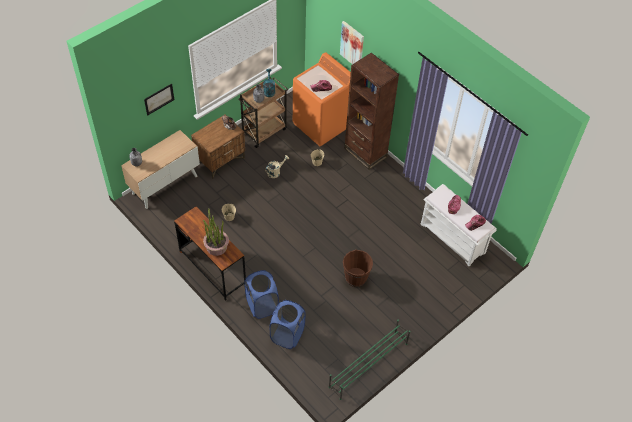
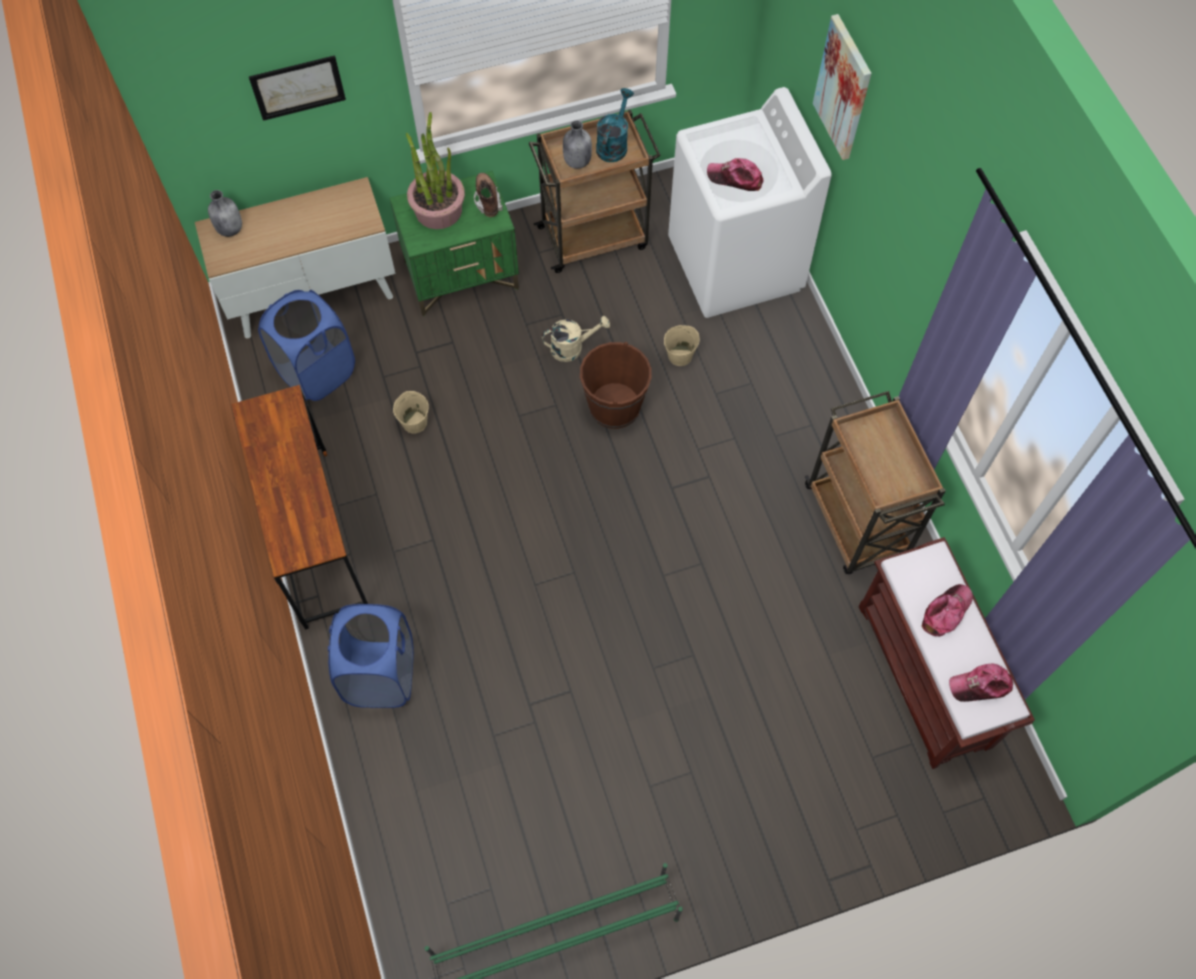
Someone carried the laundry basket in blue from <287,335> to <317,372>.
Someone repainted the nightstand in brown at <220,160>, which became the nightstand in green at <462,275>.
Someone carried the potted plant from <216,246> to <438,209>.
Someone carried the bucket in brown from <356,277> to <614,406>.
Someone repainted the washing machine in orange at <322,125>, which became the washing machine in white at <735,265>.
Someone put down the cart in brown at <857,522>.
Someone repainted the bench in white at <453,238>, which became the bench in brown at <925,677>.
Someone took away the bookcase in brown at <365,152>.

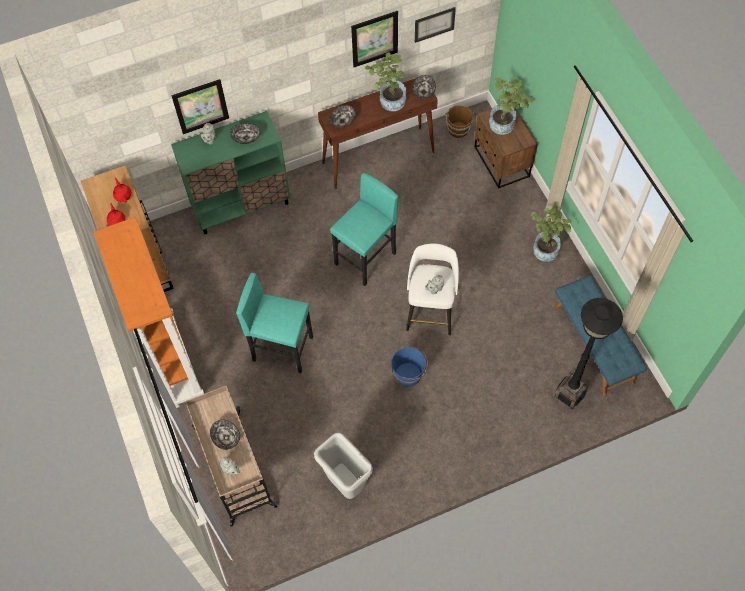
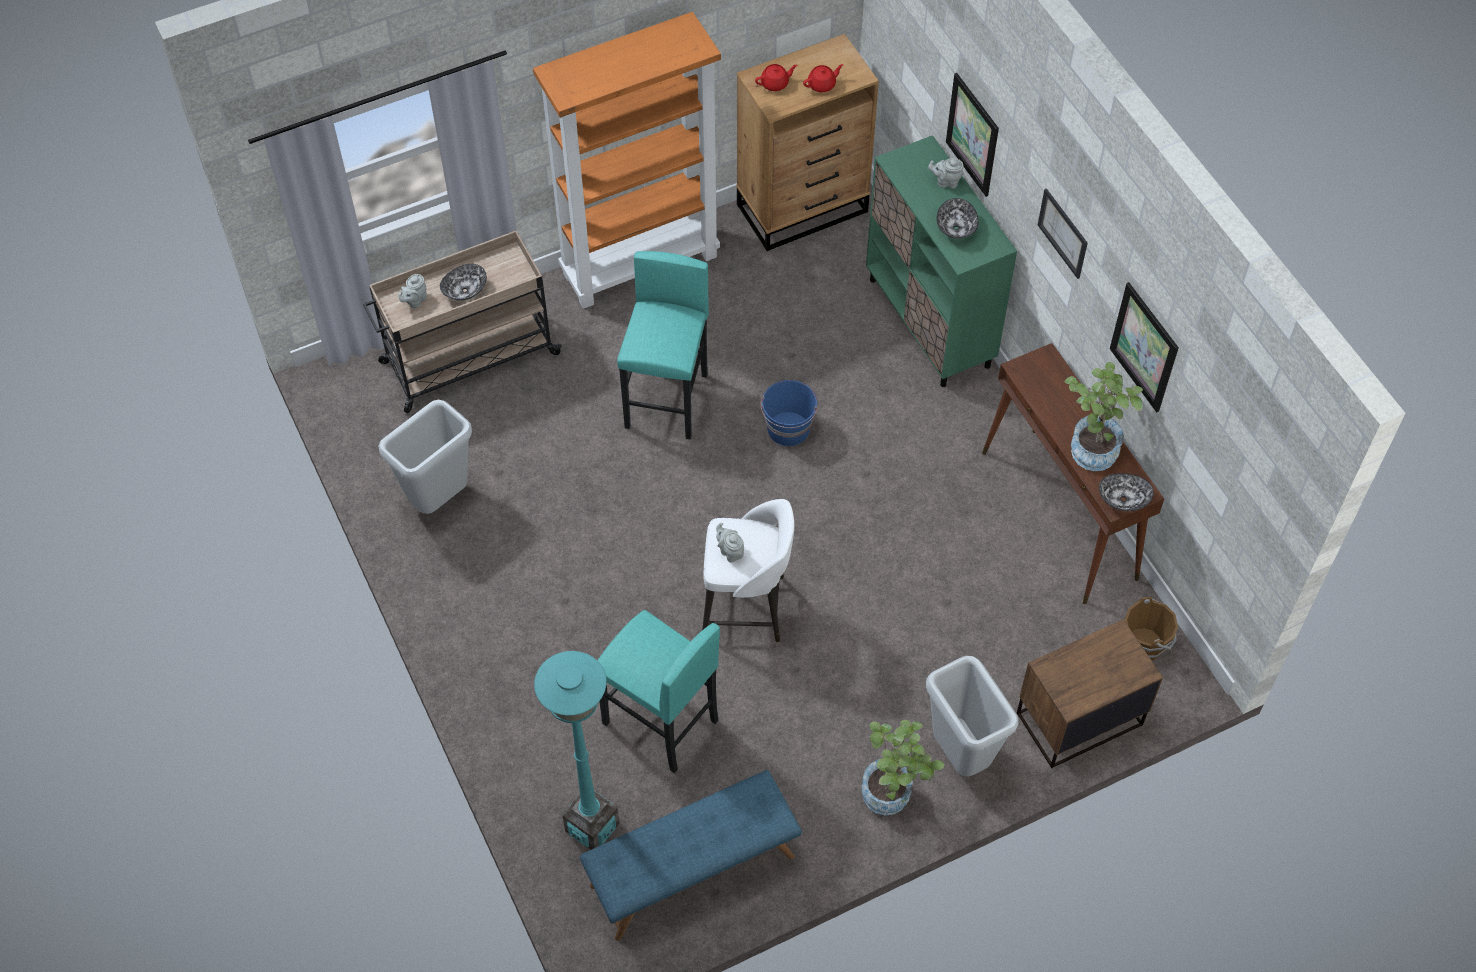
Someone repainted the floor lamp in black at <569,395>, which became the floor lamp in turquoise at <591,827>.
Someone carried the stool in turquoise from <366,259> to <660,722>.
Someone carried the bucket in blue from <408,374> to <788,429>.
Someone put down the trash can in grey at <961,755>.
Someone carried the picture from <434,24> to <1063,233>.
Someone took away the bowl at <342,121>.
Someone took away the potted plant at <505,124>.

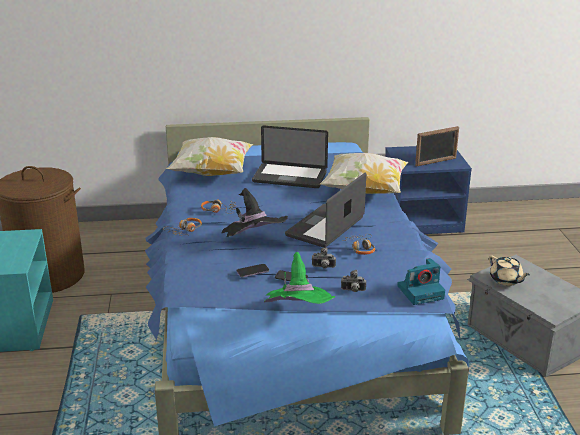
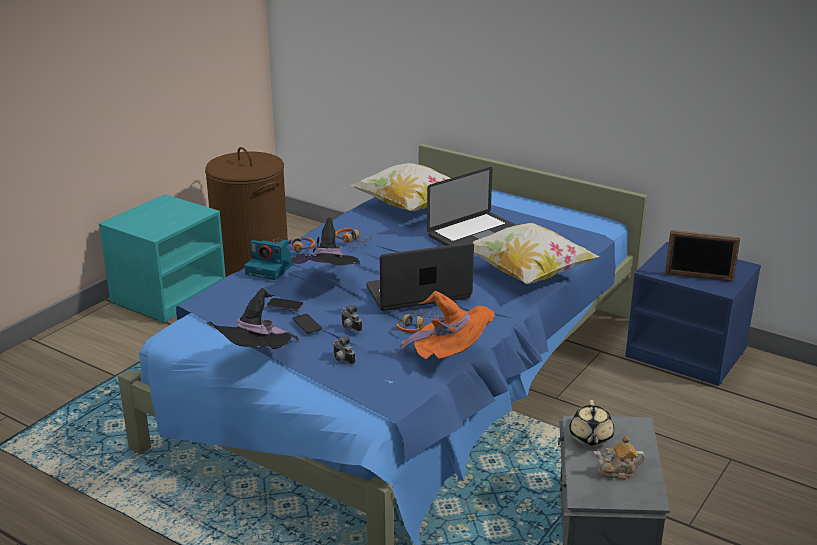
Someone repainted the hat in green at <298,317>, which became the hat in black at <255,360>.
Someone carried the photo camera from <421,292> to <270,269>.
Someone put down the hat in orange at <451,357>.
Someone rotated the laptop at <289,177> by 90 degrees counterclockwise.
Someone put down the teapot at <617,471>.

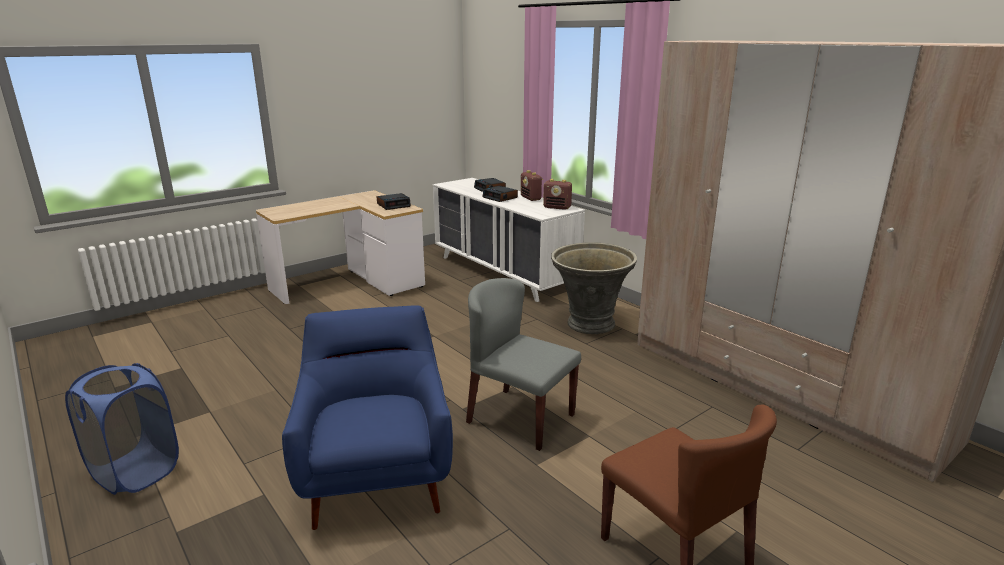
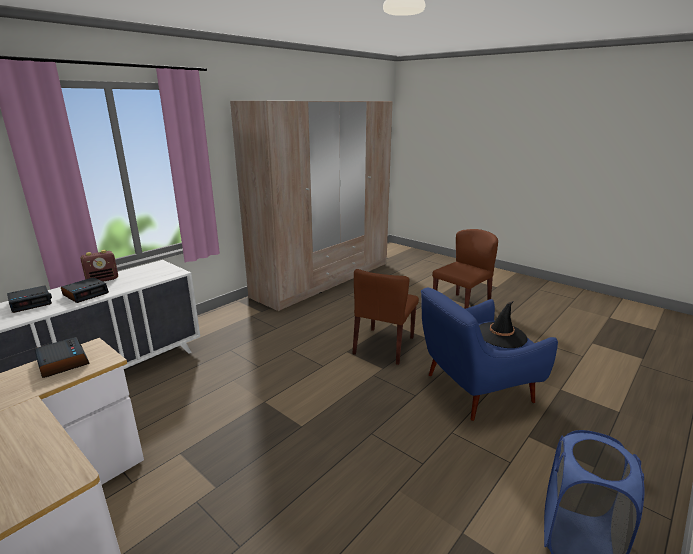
Someone repainted the chair in grey at <520,418>, which became the chair in brown at <384,346>.
Someone put down the hat in black at <501,335>.
Someone took away the radio at <557,207>.
Someone took away the planter in grey at <589,324>.

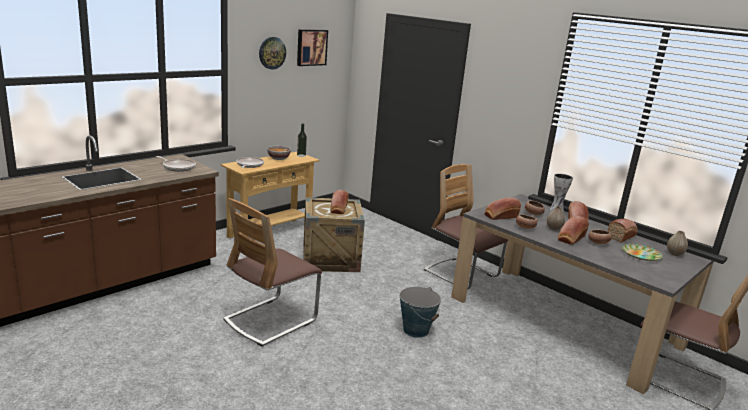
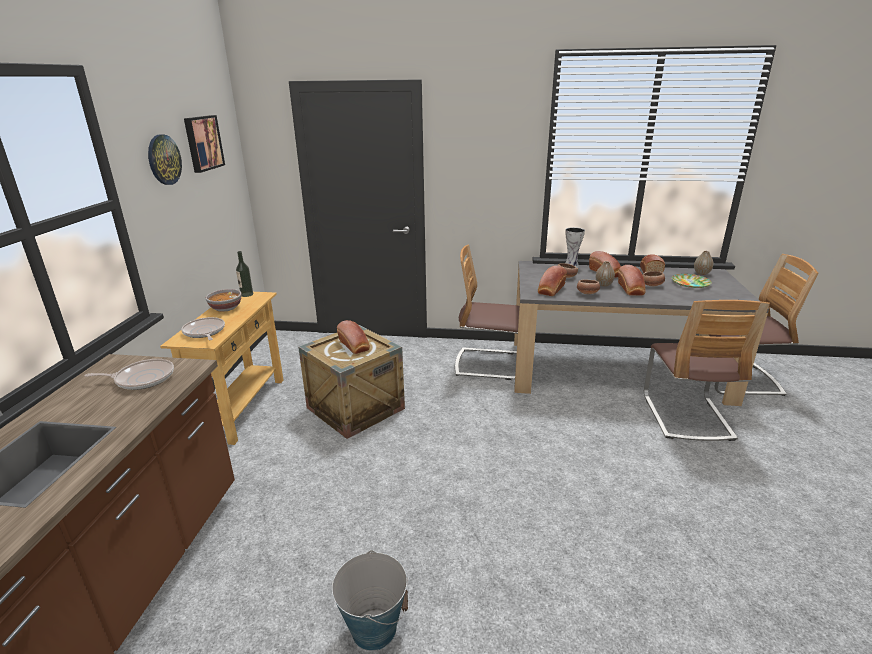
Someone carried the bucket from <416,330> to <374,628>.
Someone carried the chair from <270,320> to <686,416>.

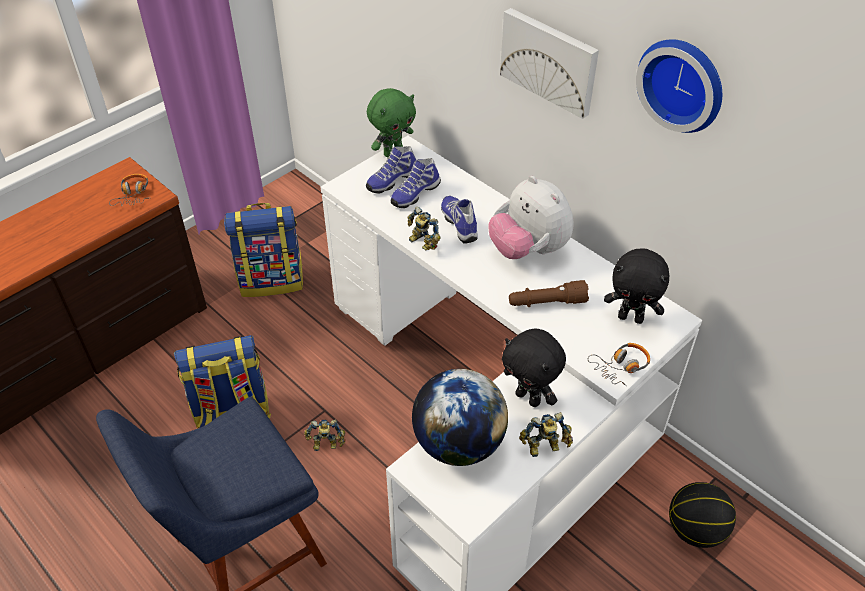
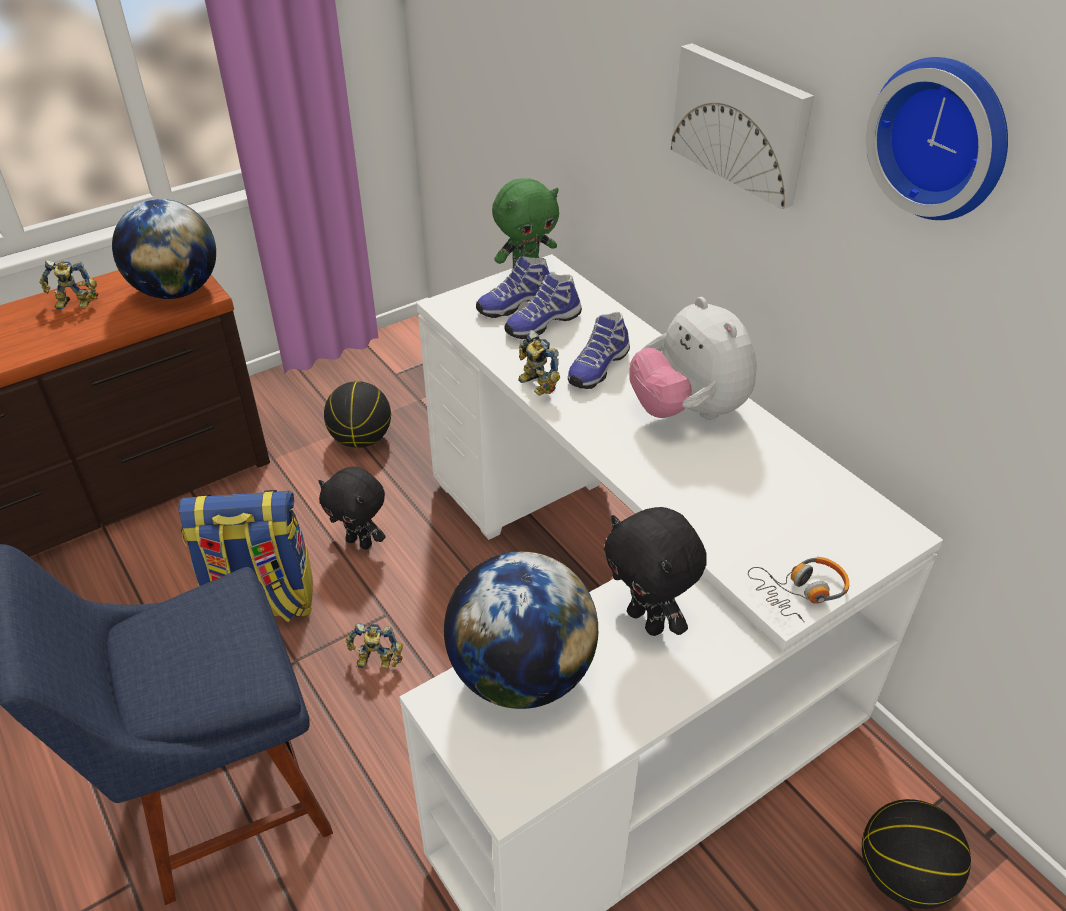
Someone carried the toy robot from <545,448> to <74,305>.
Someone swapped the headphones at <133,194> for the globe at <177,291>.
Someone carried the plush toy in black from <631,317> to <360,542>.
Someone swapped the backpack at <272,280> for the basketball at <362,439>.
Someone rotated the shoe at <460,224> by 135 degrees counterclockwise.
Someone took away the flashlight in brown at <546,302>.

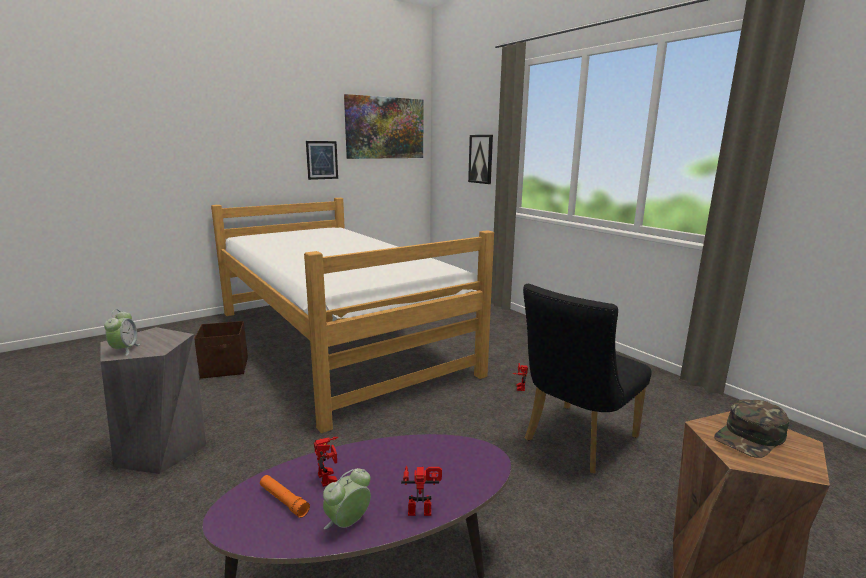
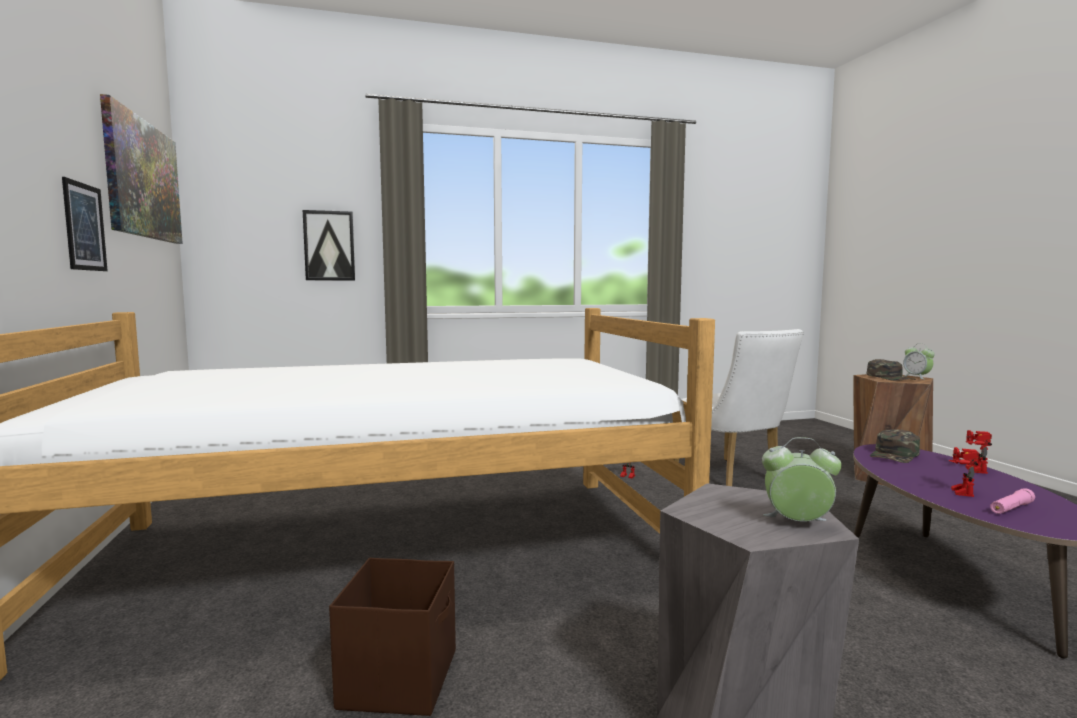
Someone repainted the chair in black at <575,441>, which became the chair in white at <732,477>.
Someone put down the cap in green at <895,455>.
Someone carried the alarm clock from <348,523> to <917,377>.
Someone rotated the toy robot at <331,478> by 60 degrees counterclockwise.
Someone repainted the flashlight in orange at <283,500>, which became the flashlight in pink at <1011,508>.

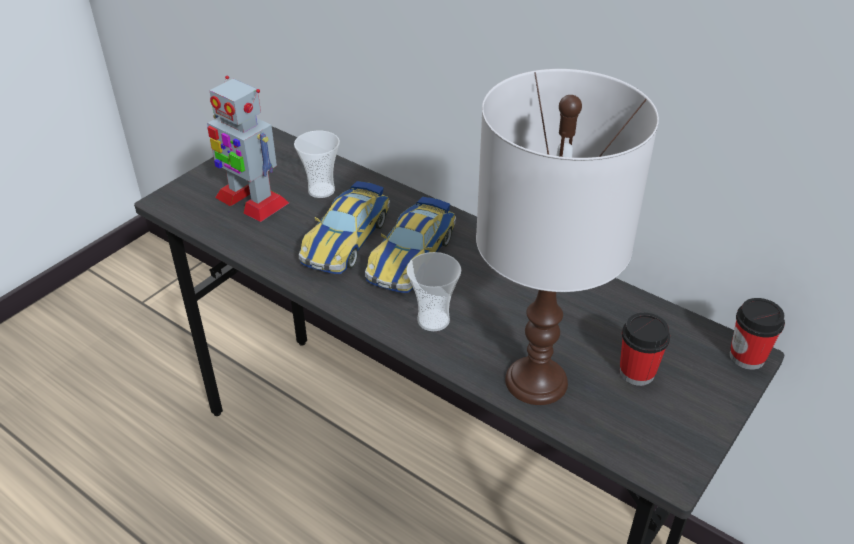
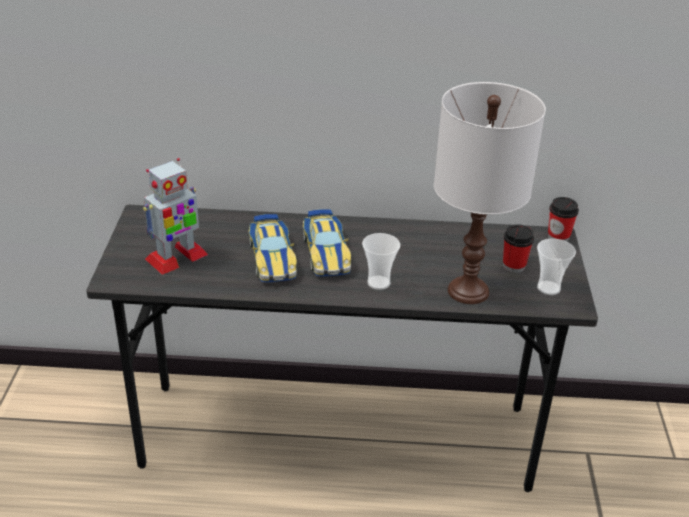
Someone rotated the toy robot at <251,200> by 45 degrees counterclockwise.
Someone carried the cup from <321,190> to <548,288>.

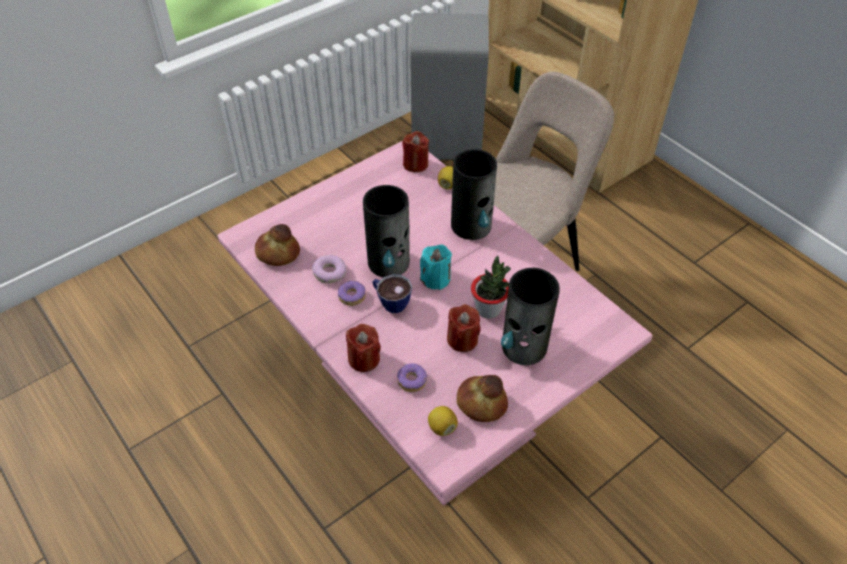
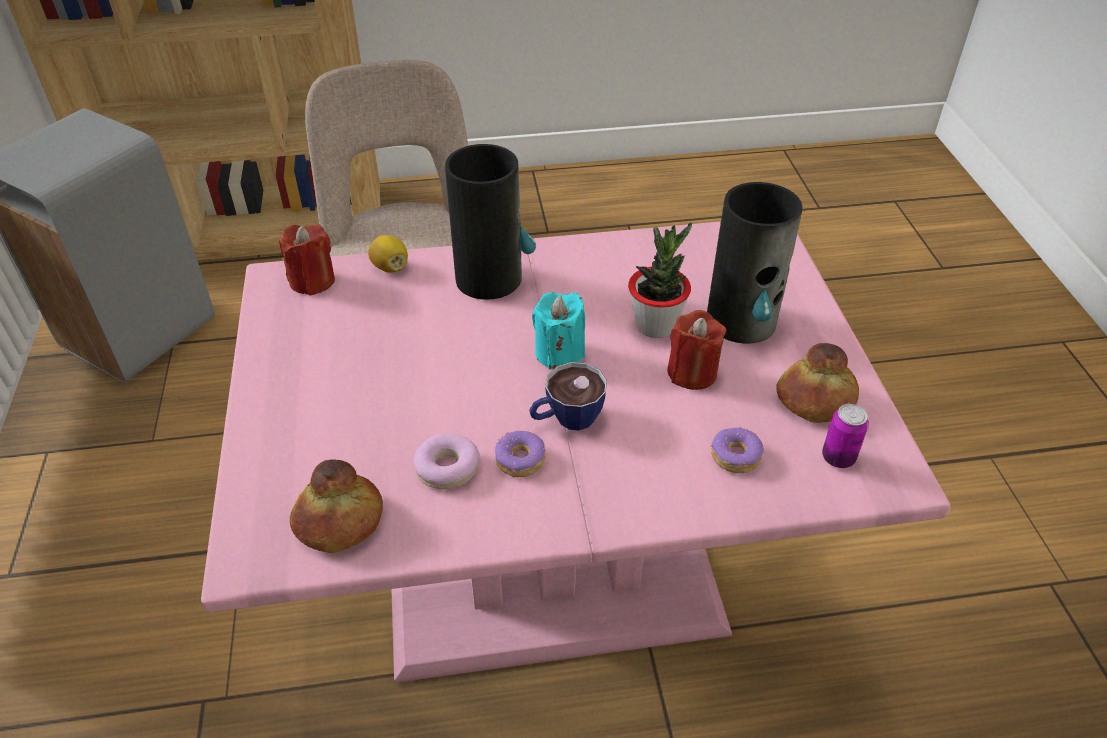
Someone swapped the lemon at <442,427> for the can at <838,458>.
Someone took away the candle in red at <364,359>.
Someone took away the vase at <389,262>.

